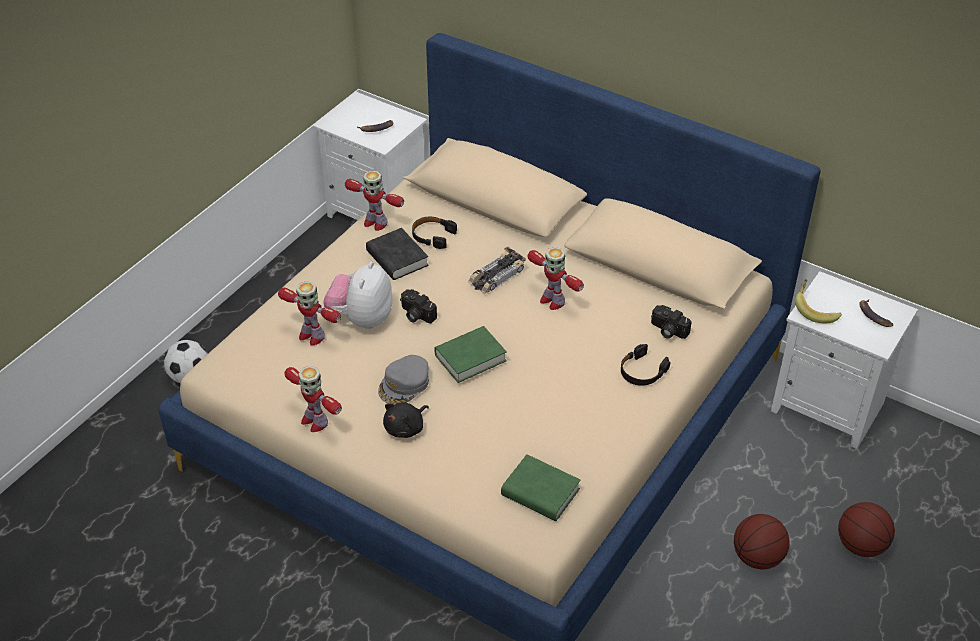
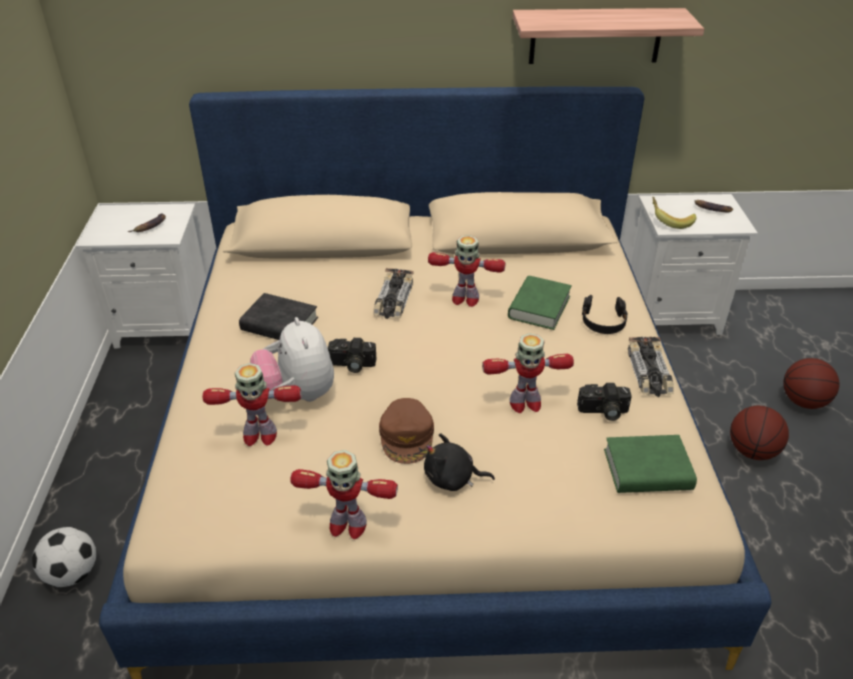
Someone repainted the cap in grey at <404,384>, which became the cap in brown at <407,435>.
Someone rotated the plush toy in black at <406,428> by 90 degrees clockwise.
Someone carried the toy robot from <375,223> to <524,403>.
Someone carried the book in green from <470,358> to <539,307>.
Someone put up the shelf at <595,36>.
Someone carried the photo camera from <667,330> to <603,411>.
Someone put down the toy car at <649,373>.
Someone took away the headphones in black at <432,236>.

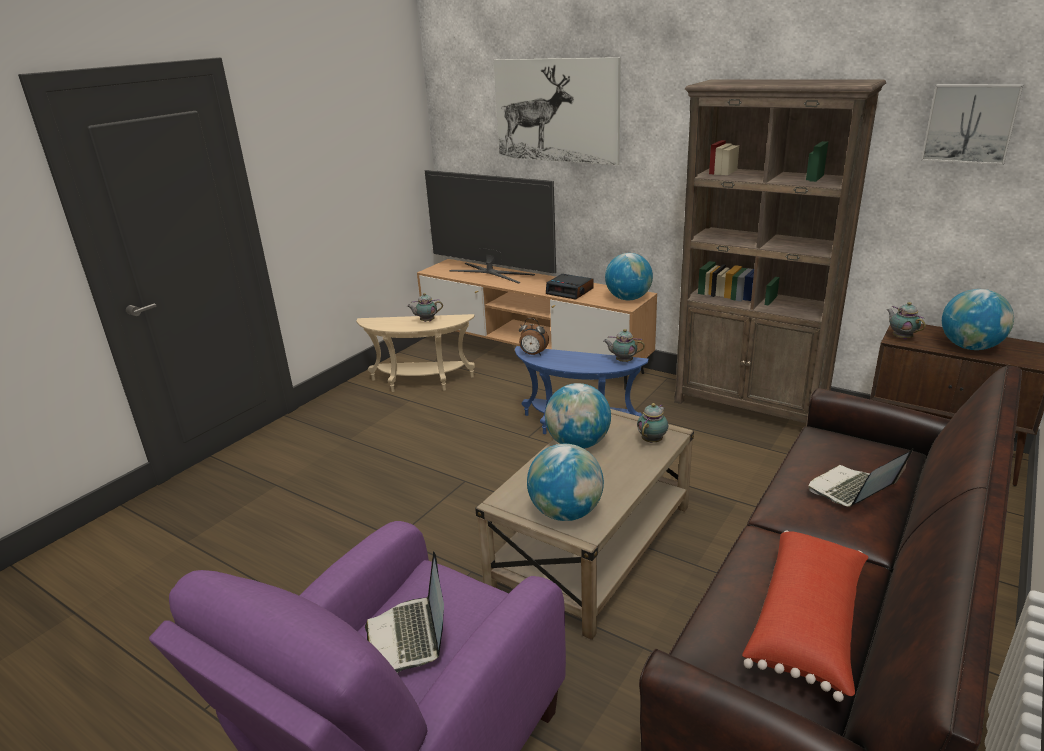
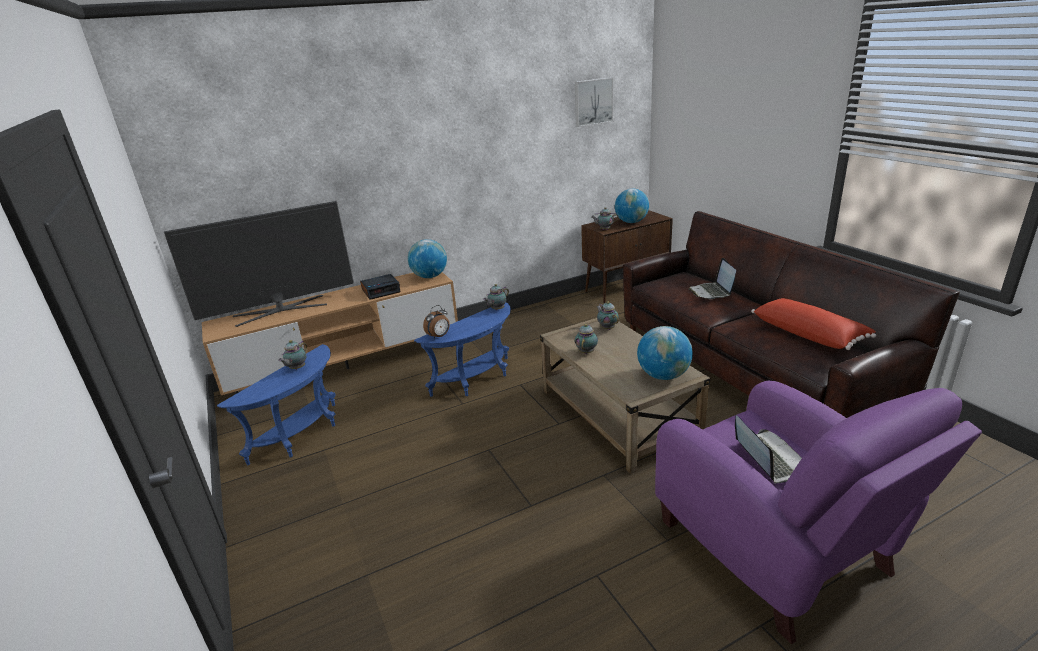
Someone repainted the side table in beige at <420,383>, which became the side table in blue at <302,436>.
Someone swapped the globe at <578,444> for the teapot at <587,352>.
Someone rotated the laptop at <410,636> by 120 degrees counterclockwise.
Someone took away the picture at <556,110>.
Someone took away the bookcase in brown at <750,407>.

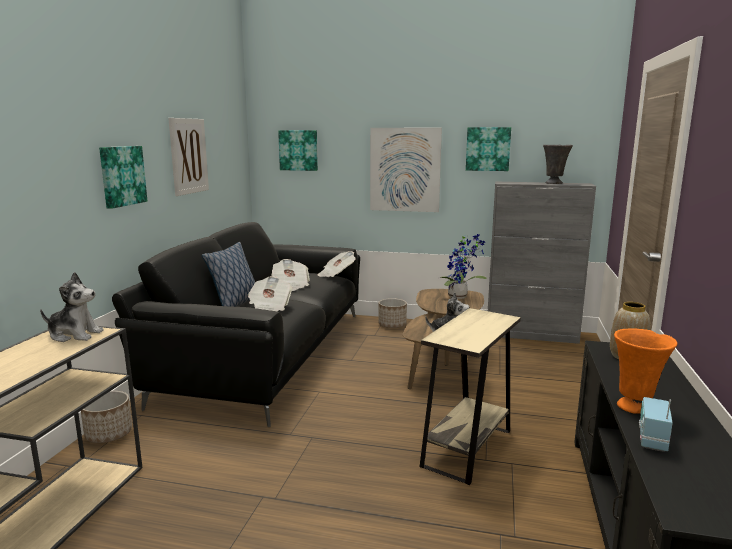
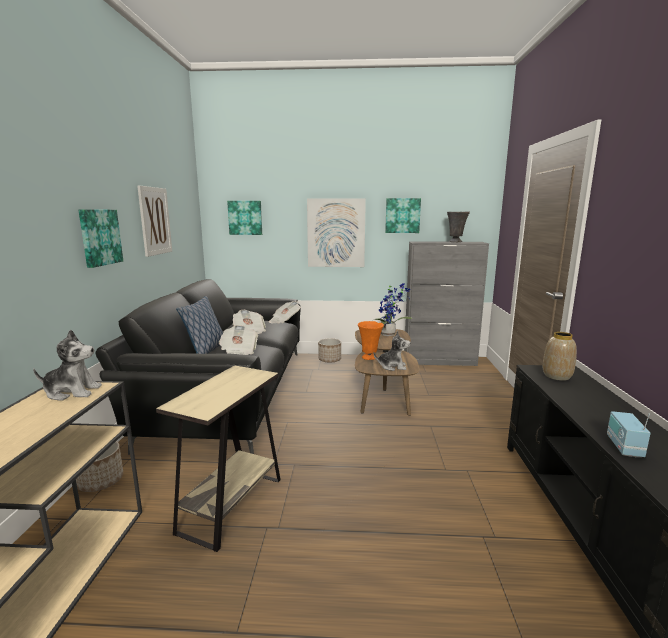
Someone carried the side table in beige from <467,448> to <231,505>.
Someone carried the vase in orange from <635,407> to <370,357>.

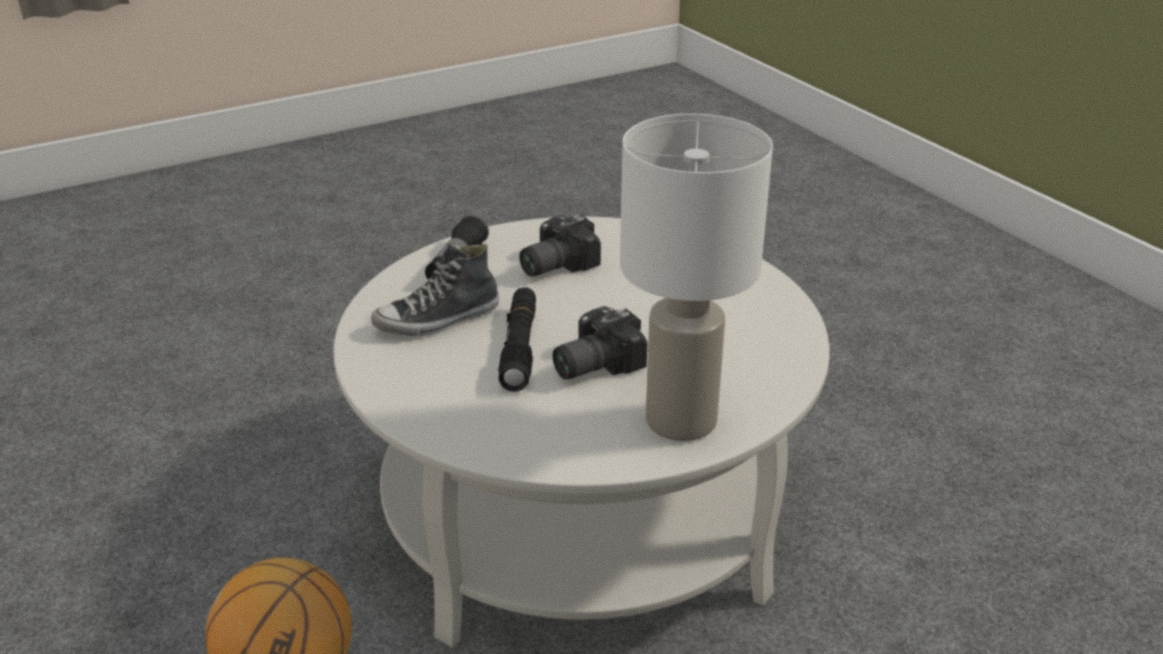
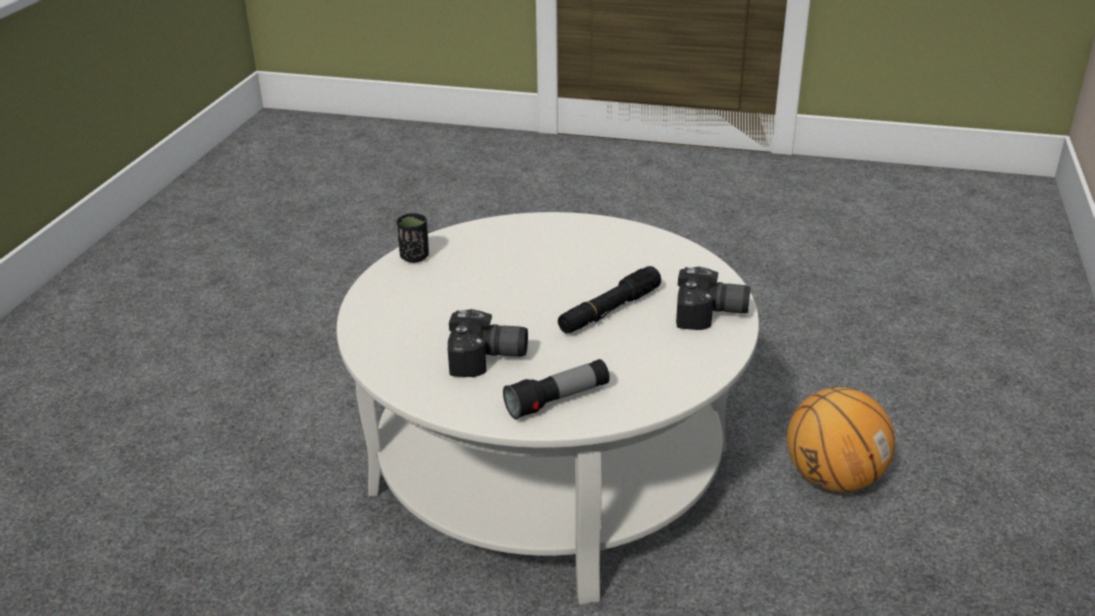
Someone put down the cup in black at <414,257>.
Someone carried the photo camera from <592,364> to <711,315>.
Someone took away the shoe at <438,320>.
Someone took away the table lamp in white at <679,422>.

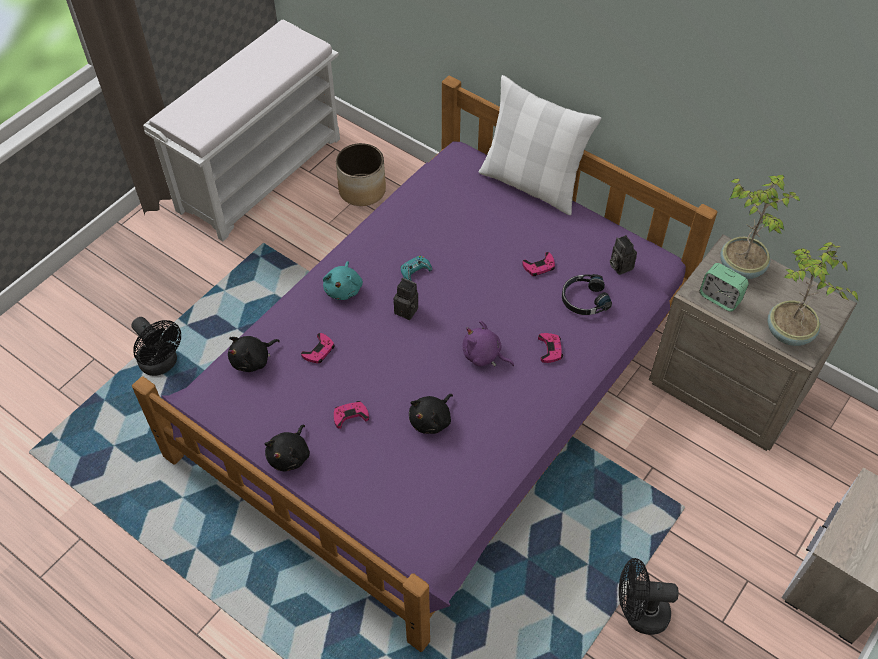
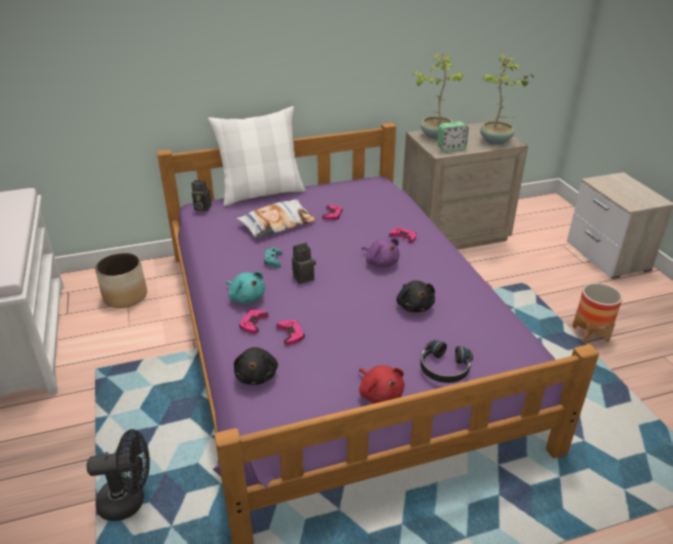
Someone carried the photo camera from <619,265> to <201,208>.
Someone put down the pillow at <277,224>.
Someone carried the game controller in pink from <350,415> to <253,323>.
Someone repainted the plush toy in black at <290,455>, which became the plush toy in red at <380,394>.
Someone rotated the plush toy in purple at <484,355> by 105 degrees counterclockwise.
Someone carried the headphones in black from <584,299> to <444,368>.
Someone swapped the fan in black at <639,613> for the planter at <590,333>.

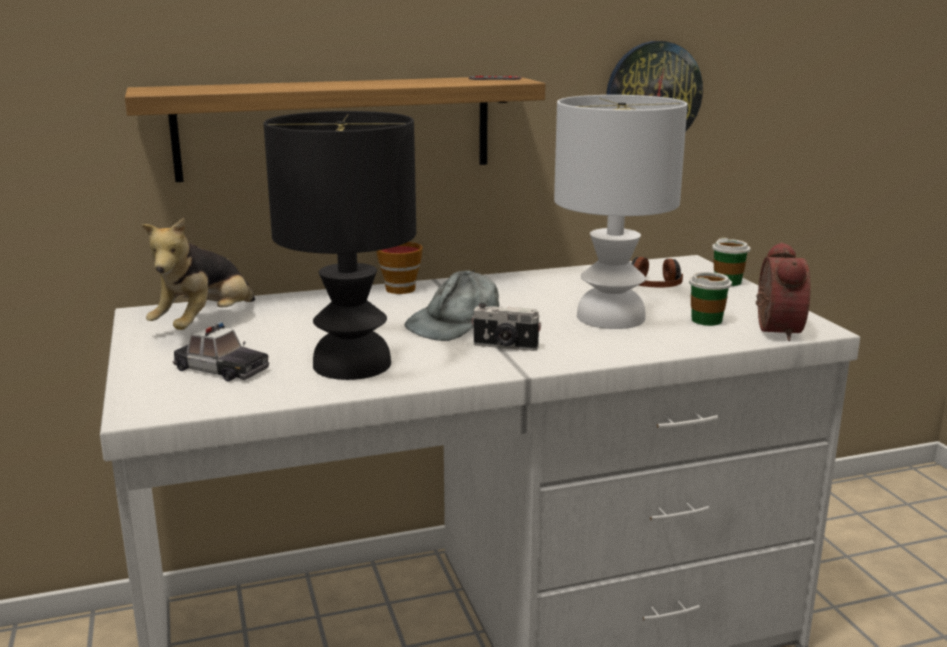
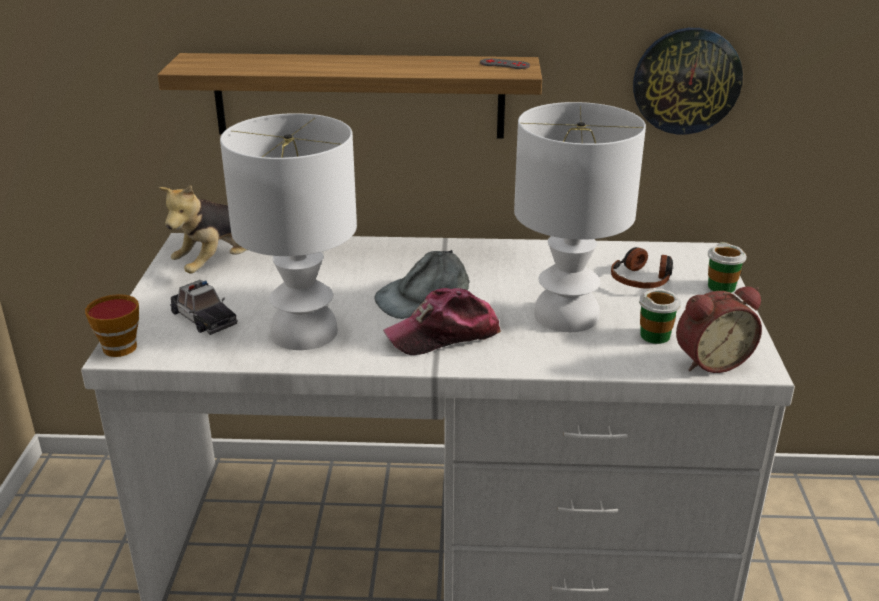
Someone carried the cup from <400,288> to <122,345>.
Someone repainted the table lamp in black at <350,365>, which became the table lamp in white at <302,332>.
Someone swapped the photo camera at <505,346> for the cap at <444,335>.
Someone rotated the alarm clock at <773,330> by 45 degrees clockwise.

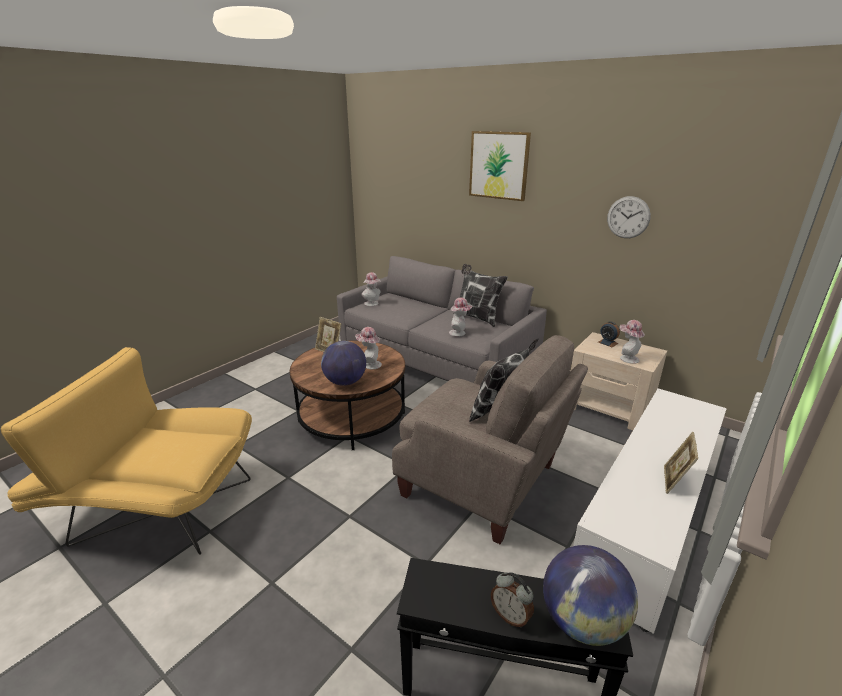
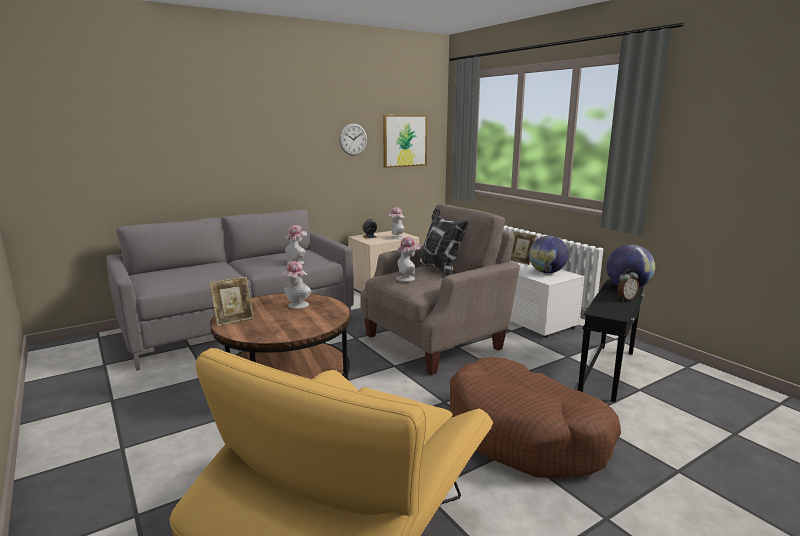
Someone carried the picture from <499,165> to <404,140>.
Someone carried the hat from <372,304> to <408,278>.
Someone put down the dog bed in brown at <526,434>.
Someone carried the globe from <345,382> to <547,272>.
Someone took away the pillow at <477,318>.

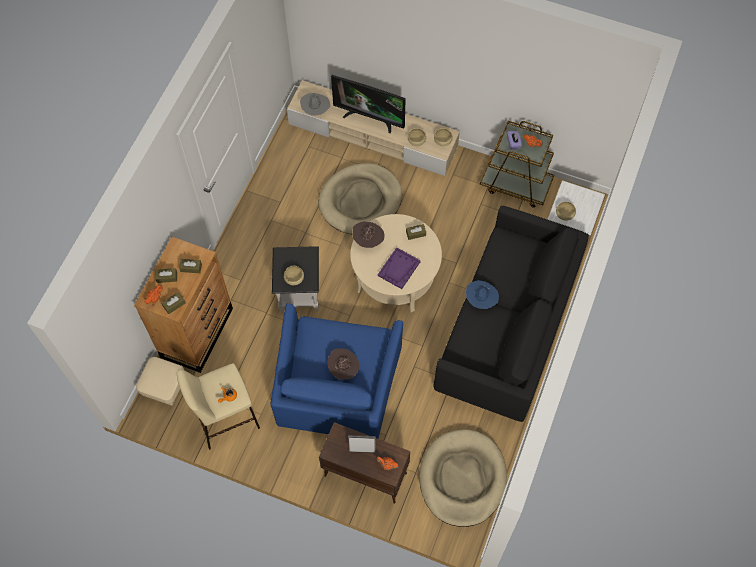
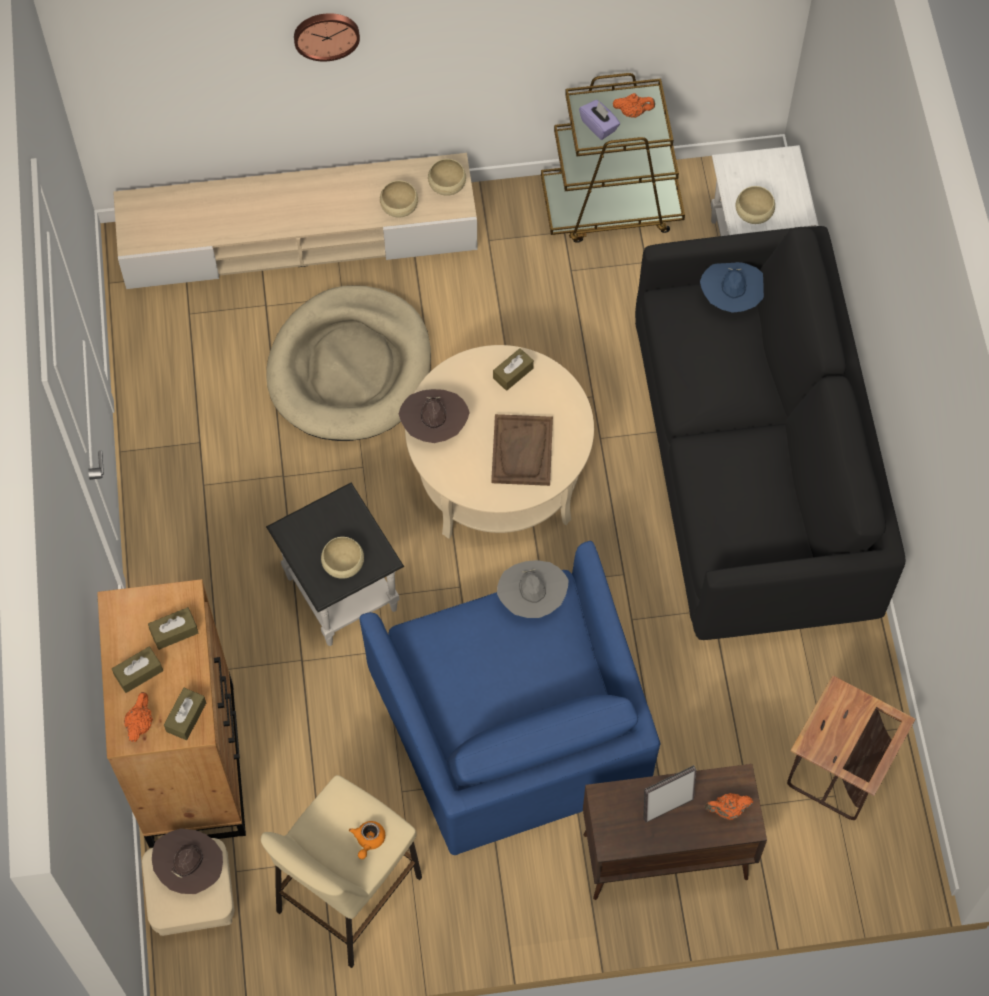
Someone carried the hat in brown from <344,369> to <191,869>.
Someone put up the wall clock at <326,34>.
Someone repainted the tray in purple at <399,269>, which became the tray in brown at <522,451>.
Someone carried the hat in grey from <315,110> to <532,599>.
Someone carried the hat in blue from <481,300> to <731,299>.
Someone swapped the dog bed in beige at <462,479> for the side table at <837,772>.
Someone took away the television at <370,118>.

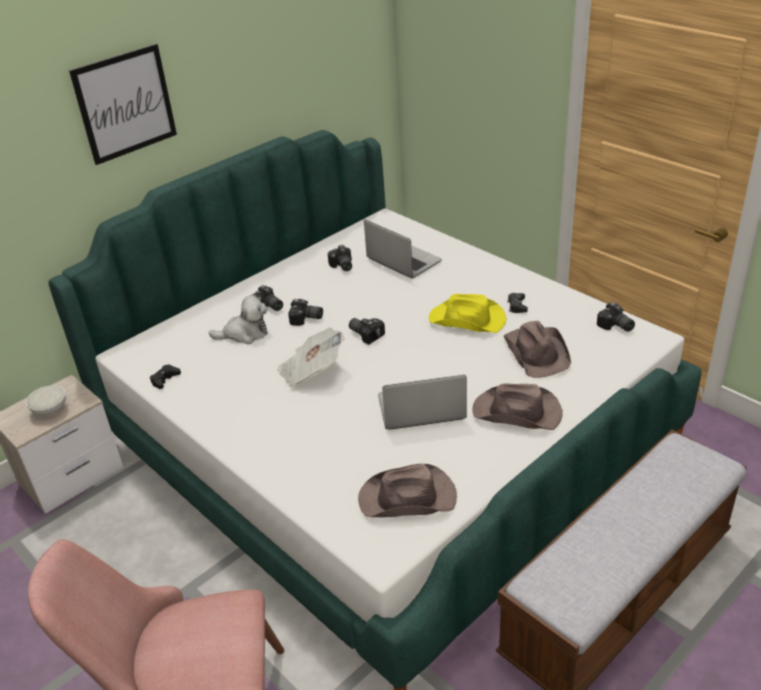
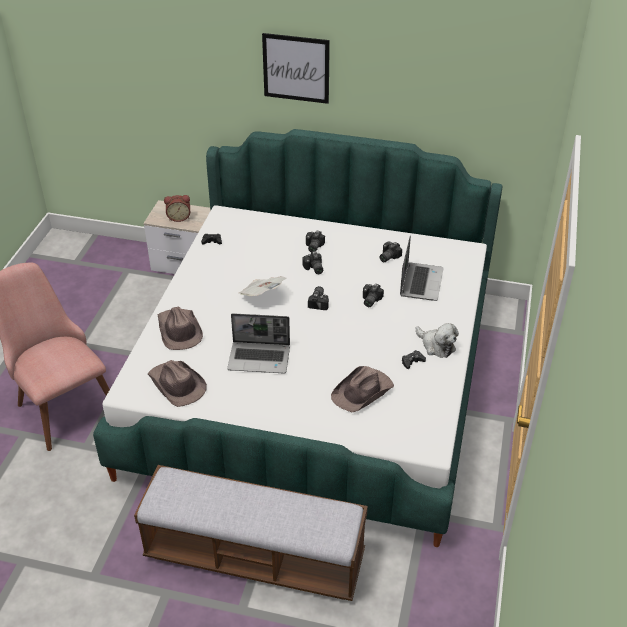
Someone carried the hat in brown from <518,413> to <179,331>.
Someone swapped the bowl in white at <50,409> for the alarm clock at <179,217>.
Someone rotated the laptop at <420,409> by 135 degrees clockwise.
Someone carried the photo camera from <615,326> to <369,300>.
Someone carried the plush toy from <245,334> to <436,346>.
Someone took away the hat in yellow at <468,320>.

